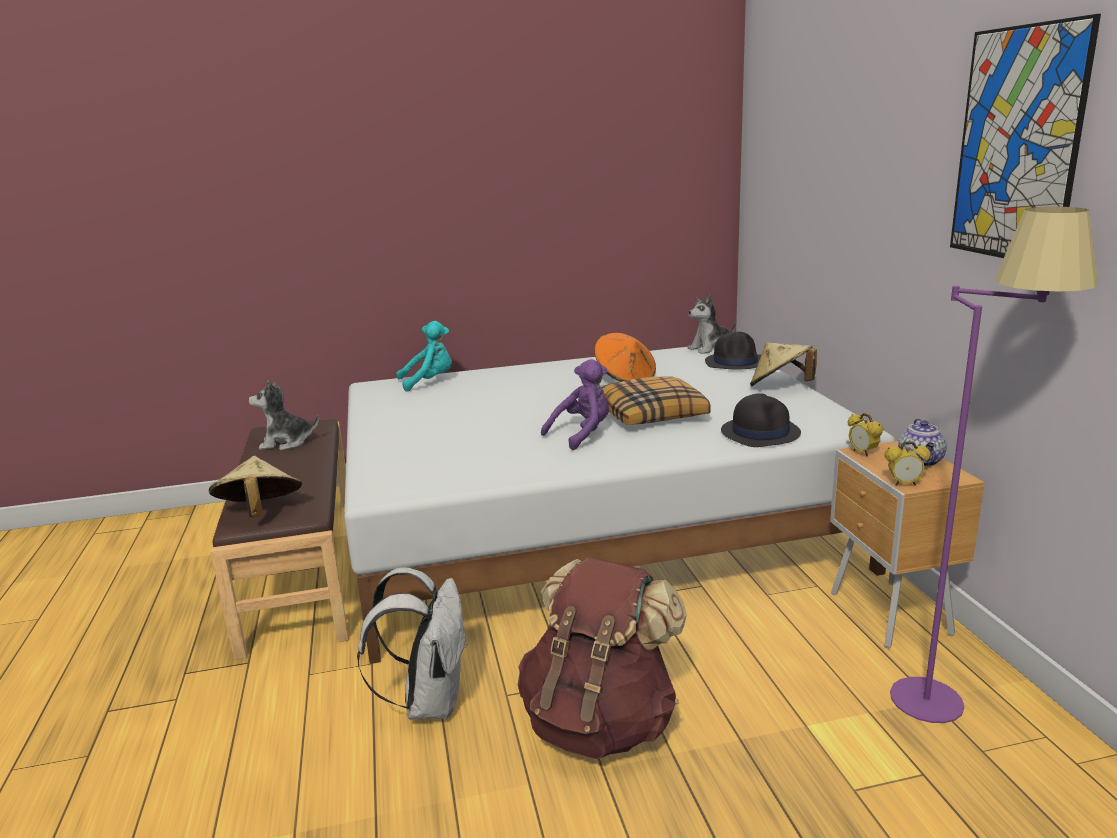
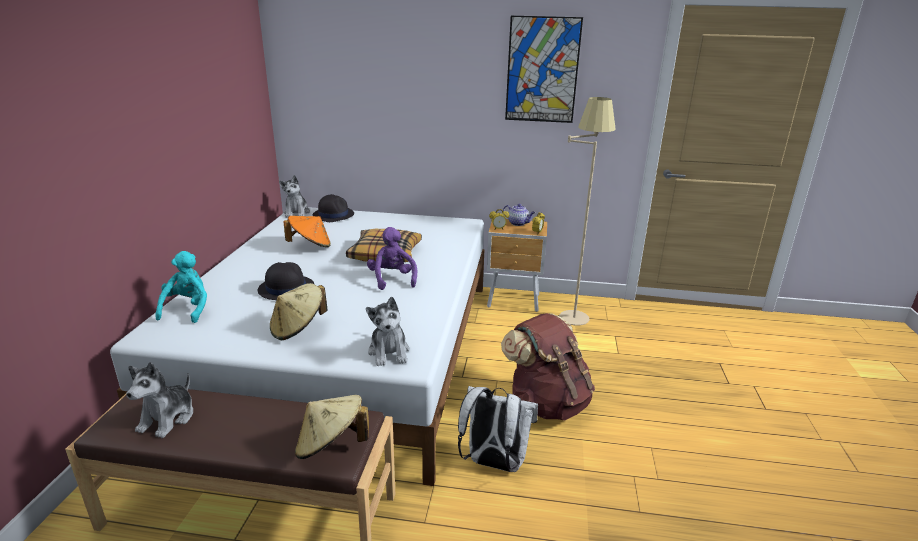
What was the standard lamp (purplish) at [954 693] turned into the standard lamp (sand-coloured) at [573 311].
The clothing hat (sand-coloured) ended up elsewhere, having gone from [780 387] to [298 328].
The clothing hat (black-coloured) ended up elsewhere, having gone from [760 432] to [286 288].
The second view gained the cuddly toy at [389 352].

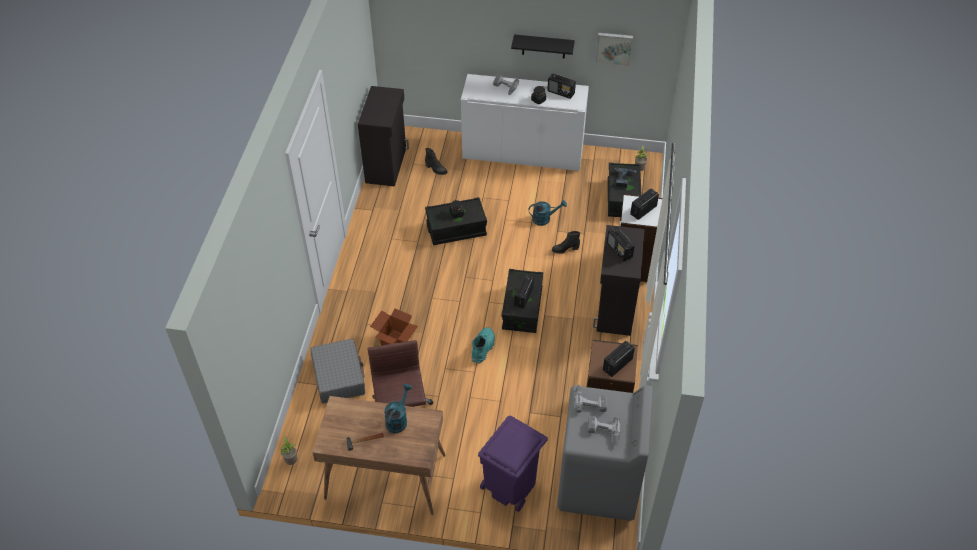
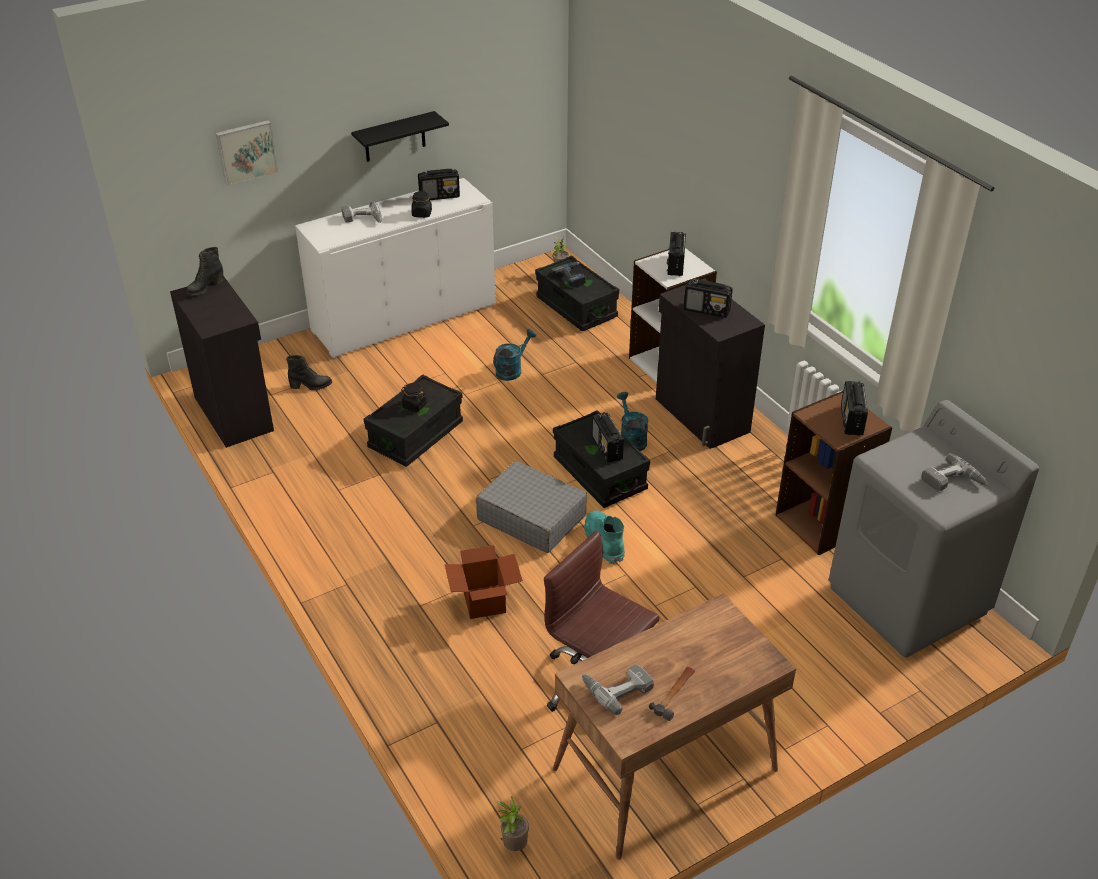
The wall picture ended up elsewhere, having gone from [614 48] to [246 151].
The boot (black-coloured) ended up elsewhere, having gone from [565 249] to [205 288].
The suitcase (gray) ended up elsewhere, having gone from [339 376] to [531 517].
The sprinkling can (blue-green) ended up elsewhere, having gone from [398 419] to [631 439].
The power drill ended up elsewhere, having gone from [590 400] to [616 687].
The second view lost the rubbish bin (purplish) at [510 486].

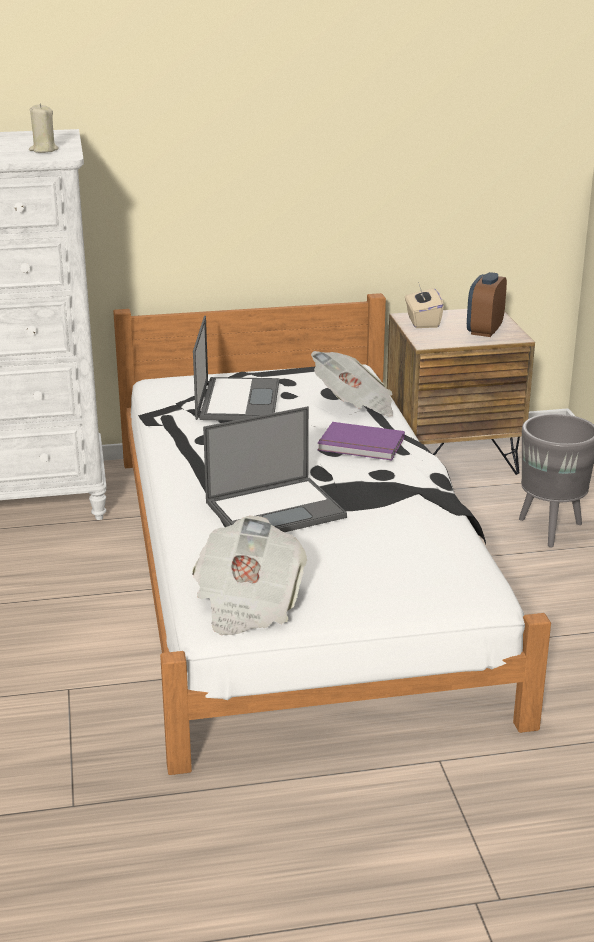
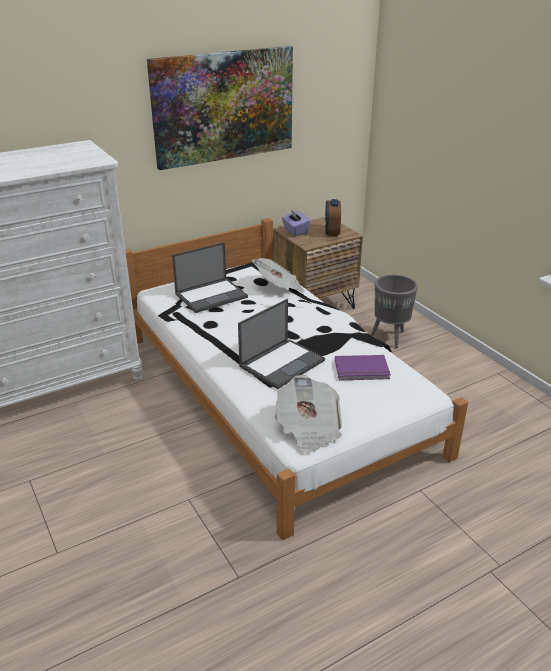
The second view lost the wax light (sand-coloured) at [43 150].
What was the tissue box (sand-coloured) at [422 321] turned into the tissue box (purplish) at [295 231].
The notebook computer at [237 400] ended up facing another way, 75 degrees clockwise from before.
The bound book (purplish) ended up elsewhere, having gone from [361 445] to [362 370].
The second view gained the wall picture at [224 106].

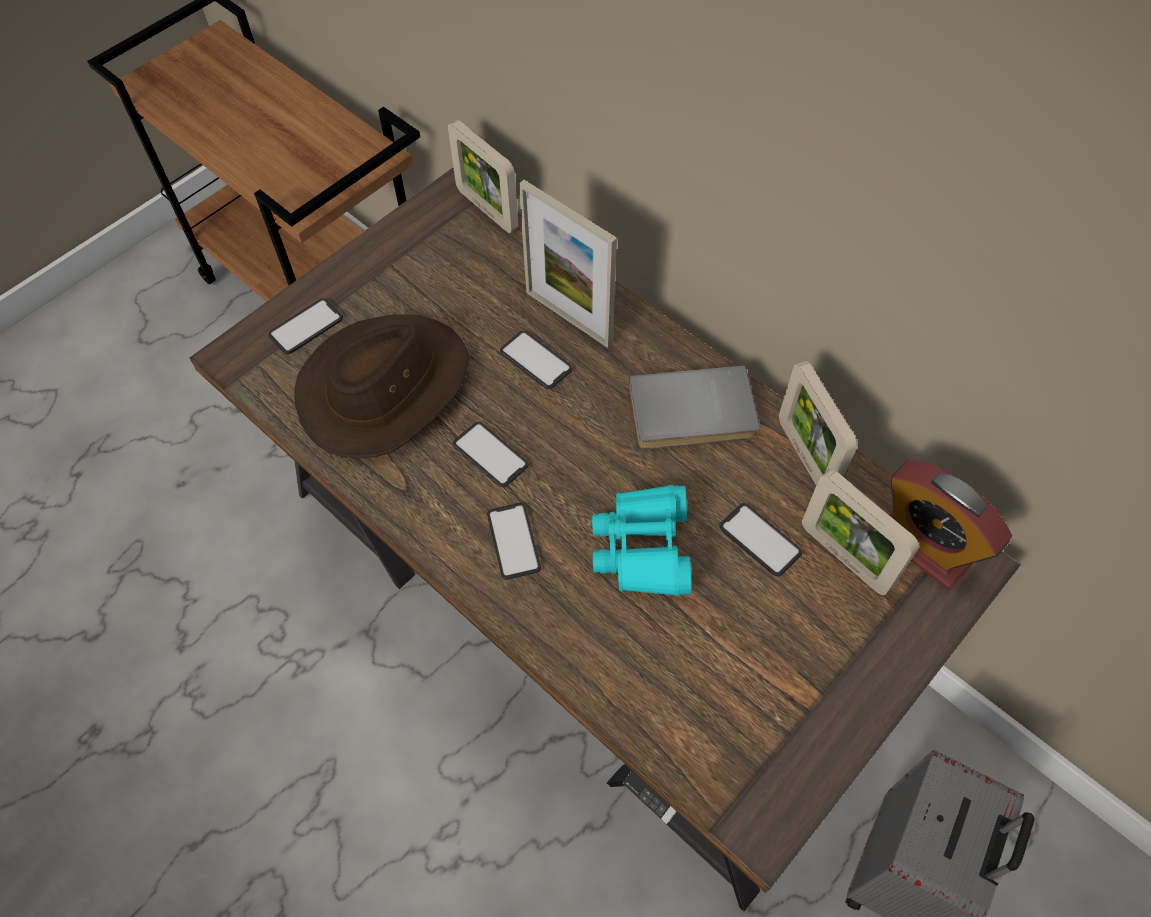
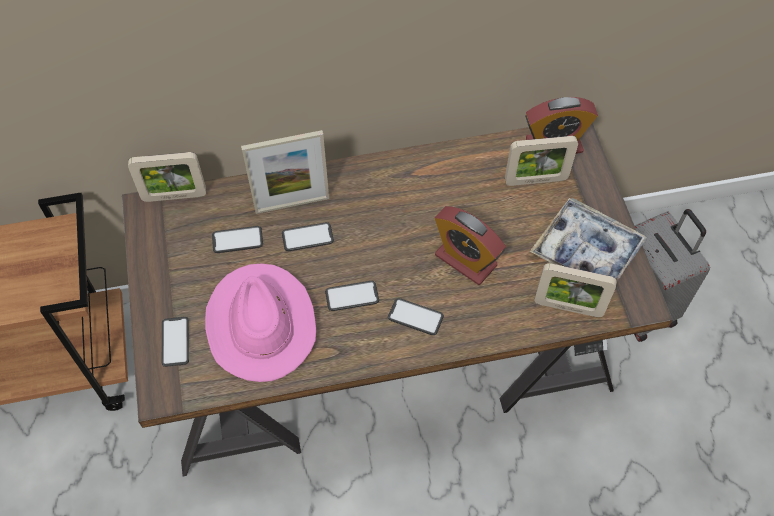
What was the clothing hat (brown-coloured) at [385 388] turned into the clothing hat (pinkish) at [260 323].
The picture frame ended up elsewhere, having gone from [805 457] to [568 307].
The second view lost the bound book (gray) at [693 414].
Where the binoculars (blue-green) stood at [643 548], the table clock came to stand at [465 260].
The phone ended up elsewhere, having gone from [760 540] to [237 240].
The second view gained the carrying tray at [586 251].

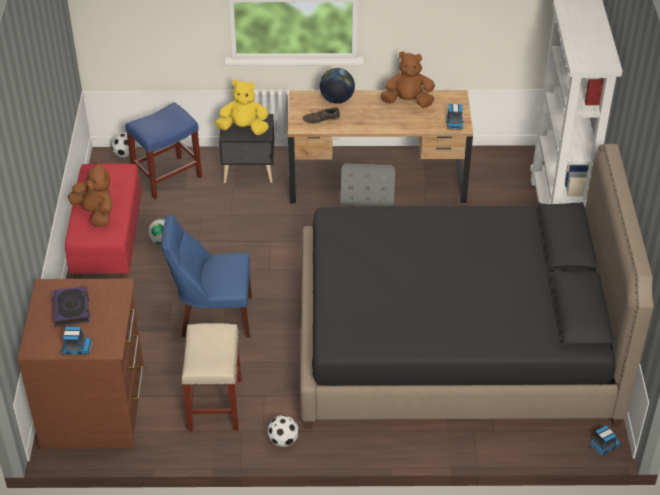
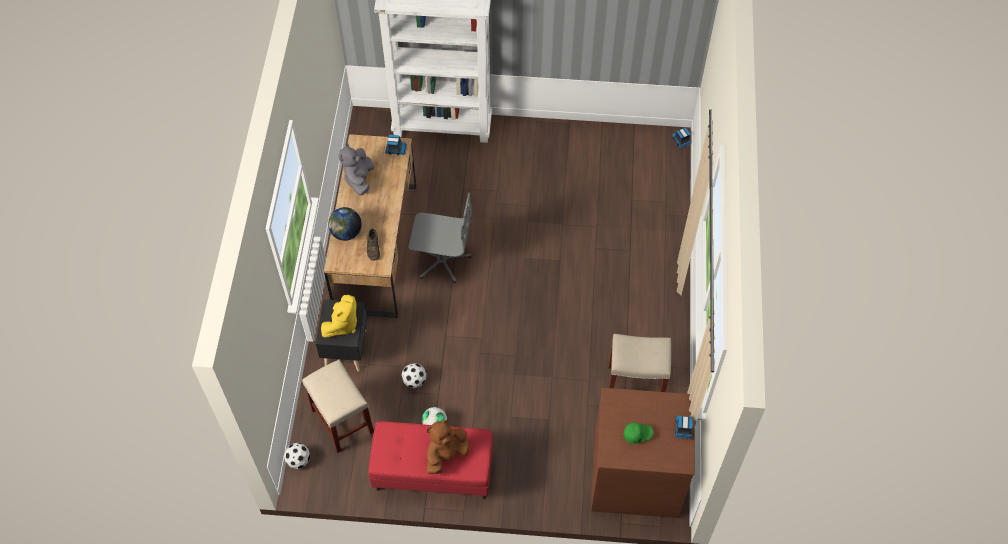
What was the cuddly toy (brown-coloured) at [408 102] turned into the cuddly toy (gray) at [359 179].
The cuddly toy (yellow) at [244 129] ended up facing another way, 150 degrees counterclockwise from before.
What was the sitting stool (blue) at [168 177] turned into the sitting stool (sand-coloured) at [341 420].
The second view lost the bedroom bed (black-coloured) at [454 344].
The second view lost the chair (blue) at [212 316].
Where the bound book stood at [72 309], the baseball cap (green-coloured) came to stand at [637 434].
The football ended up elsewhere, having gone from [283 440] to [414 381].

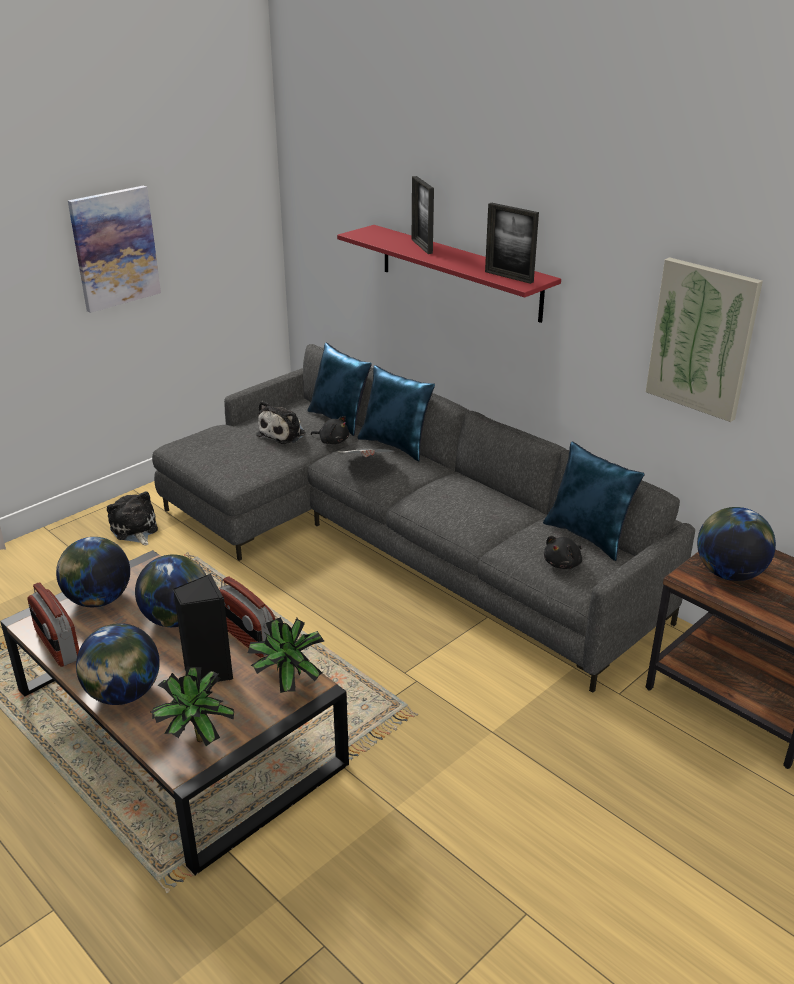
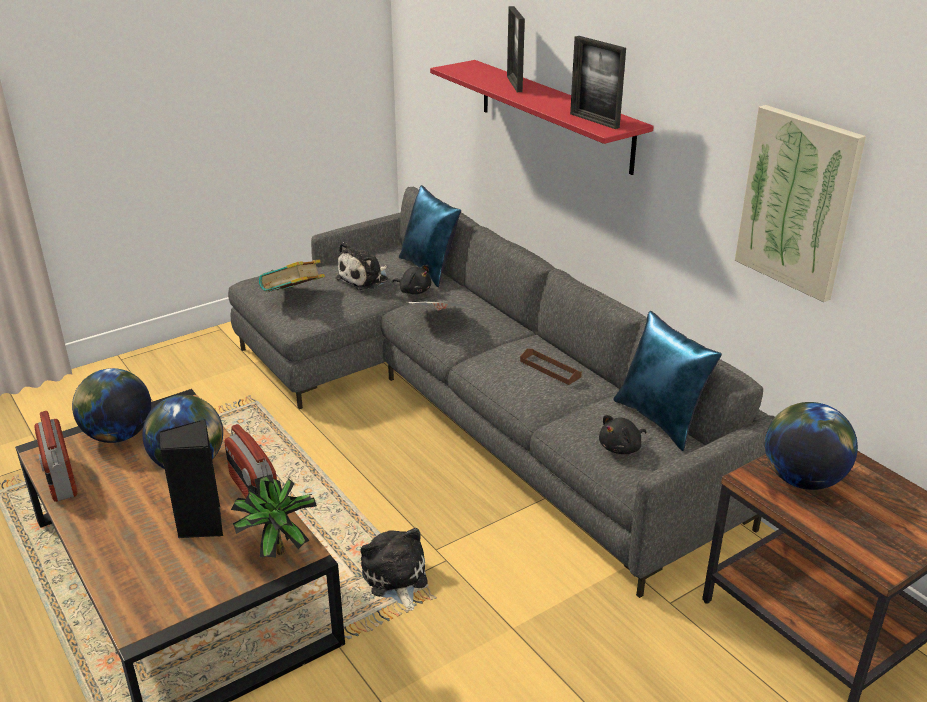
The second view lost the wall picture at [115 248].
The second view lost the pillow (blue) at [396 445].
The cuddly toy ended up elsewhere, having gone from [134 530] to [395 579].
The second view lost the world globe at [123 694].
The second view lost the potted plant at [194 740].
The second view gained the bound book at [293 297].
The second view gained the carrying tray (brown-coloured) at [550 369].

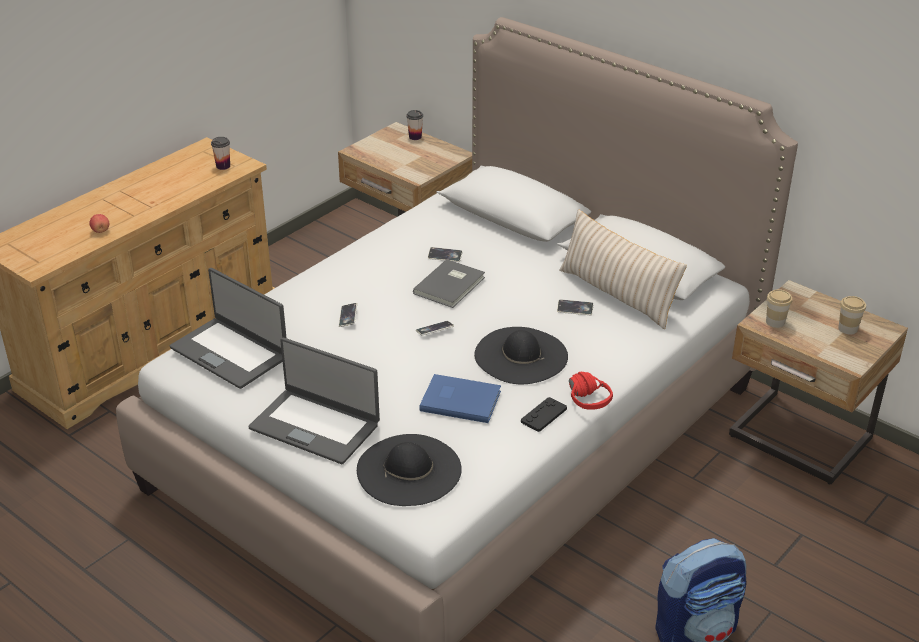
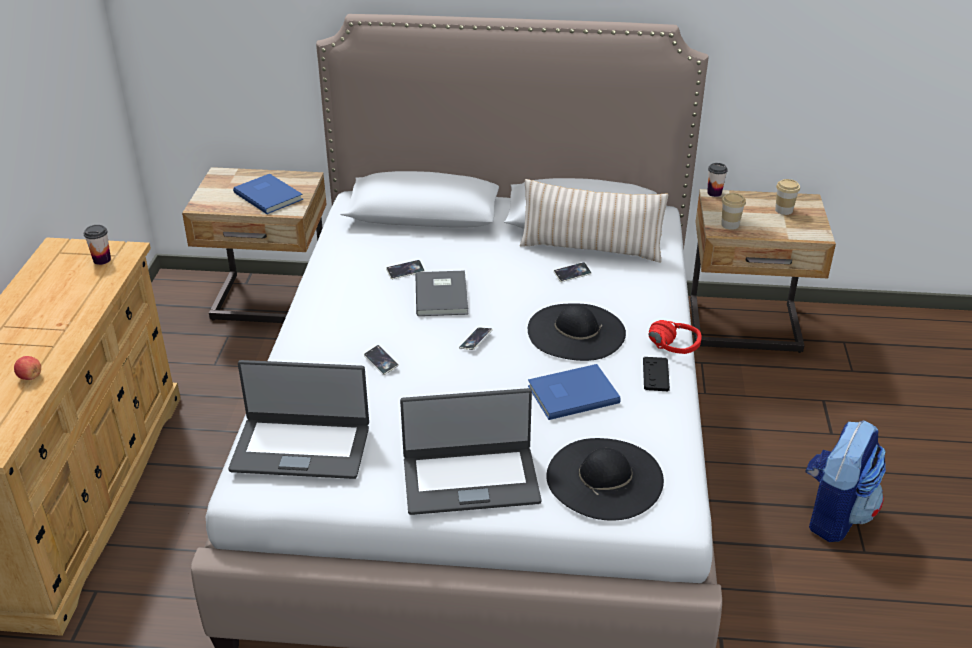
The drinking cup ended up elsewhere, having gone from [415 137] to [714 193].
The second view gained the bound book (blue) at [269 195].

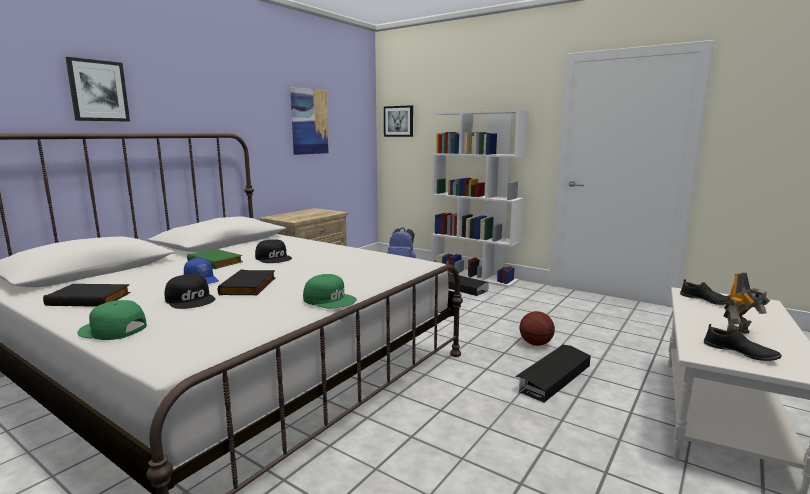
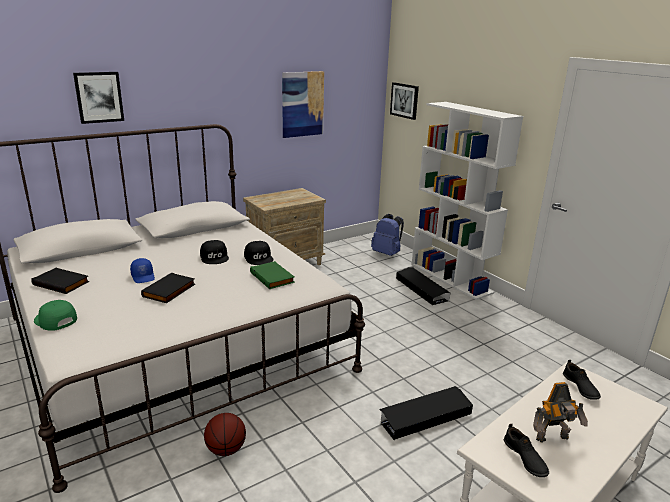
The bound book (green-coloured) ended up elsewhere, having gone from [216 261] to [273 277].
The baseball cap (black-coloured) ended up elsewhere, having gone from [191 299] to [259 258].
The second view lost the baseball cap (green-coloured) at [330 299].
The basketball ended up elsewhere, having gone from [535 344] to [226 450].

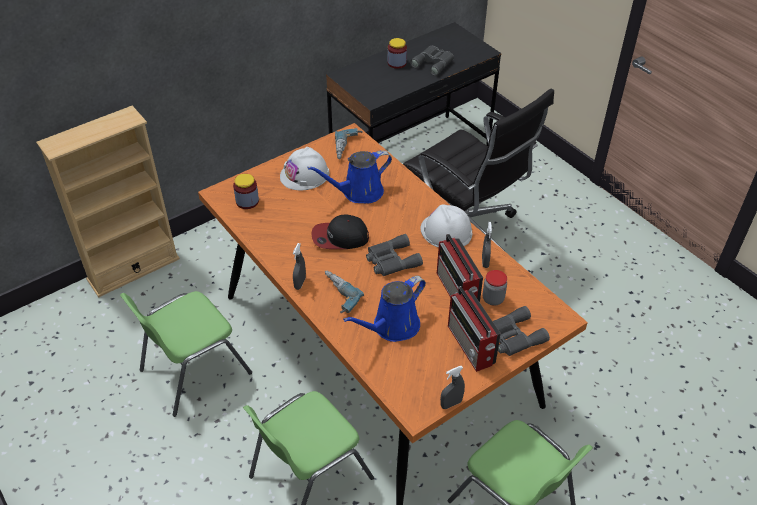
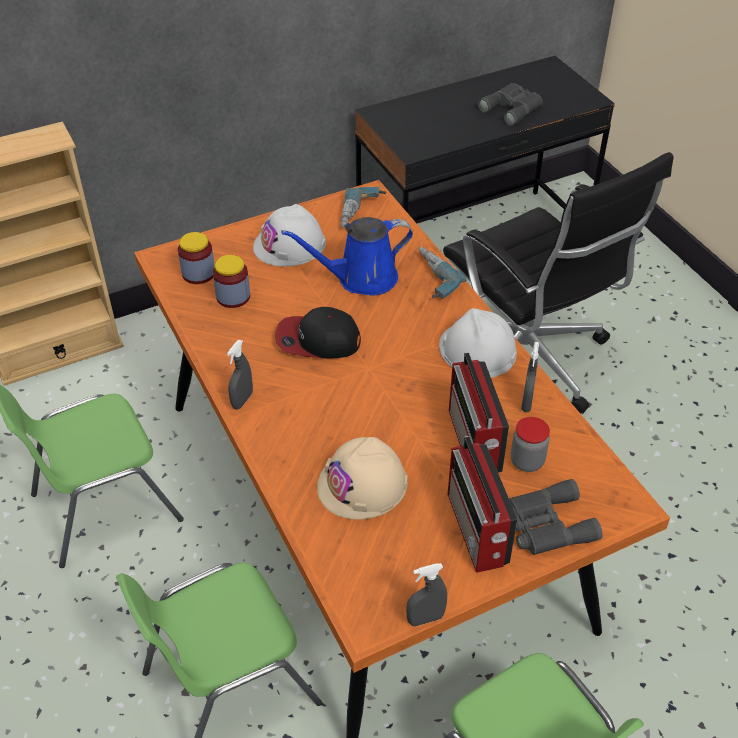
The preserve jar ended up elsewhere, having gone from [396 63] to [233 297].
The second view lost the binoculars (gray) at [391 260].
The power drill ended up elsewhere, having gone from [336 295] to [430 278].
Where the sprinkling can (blue) stood at [392 327], the work helmet (sand-coloured) came to stand at [363 484].

